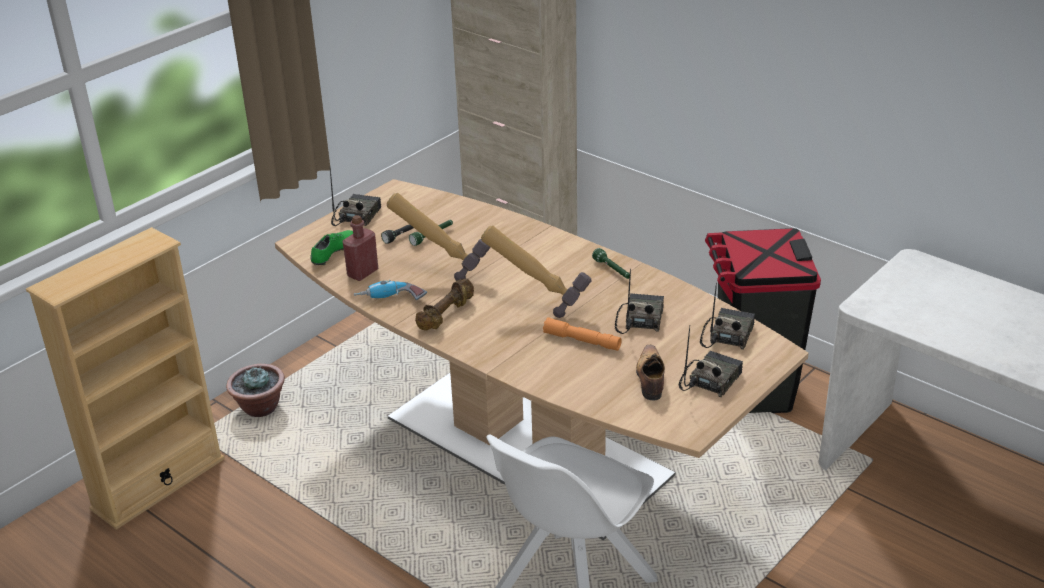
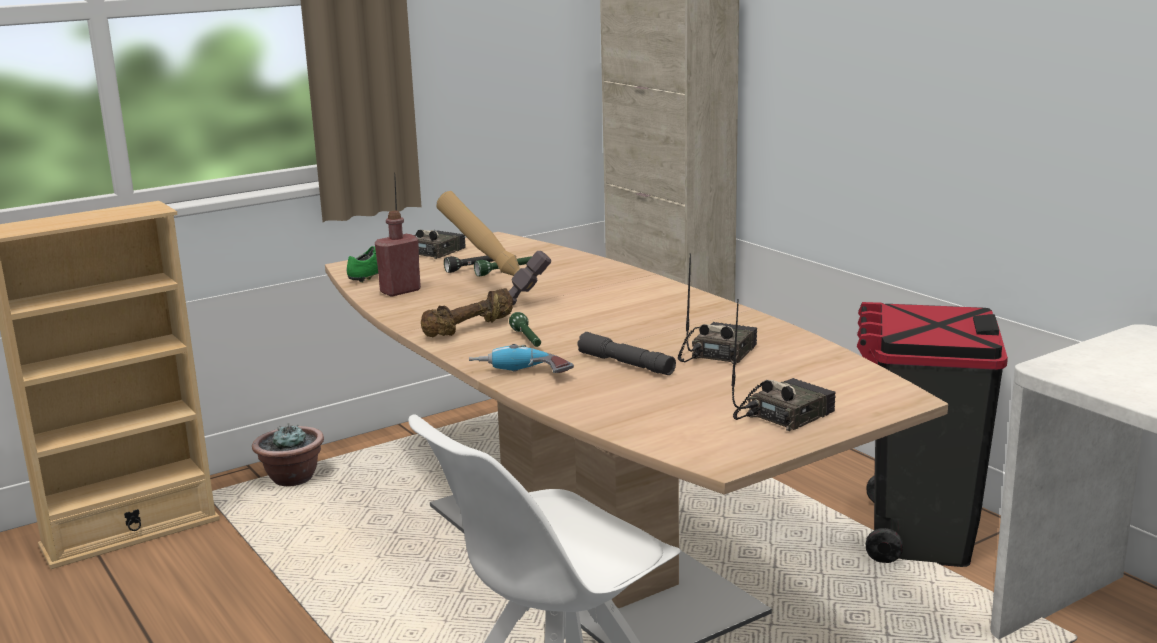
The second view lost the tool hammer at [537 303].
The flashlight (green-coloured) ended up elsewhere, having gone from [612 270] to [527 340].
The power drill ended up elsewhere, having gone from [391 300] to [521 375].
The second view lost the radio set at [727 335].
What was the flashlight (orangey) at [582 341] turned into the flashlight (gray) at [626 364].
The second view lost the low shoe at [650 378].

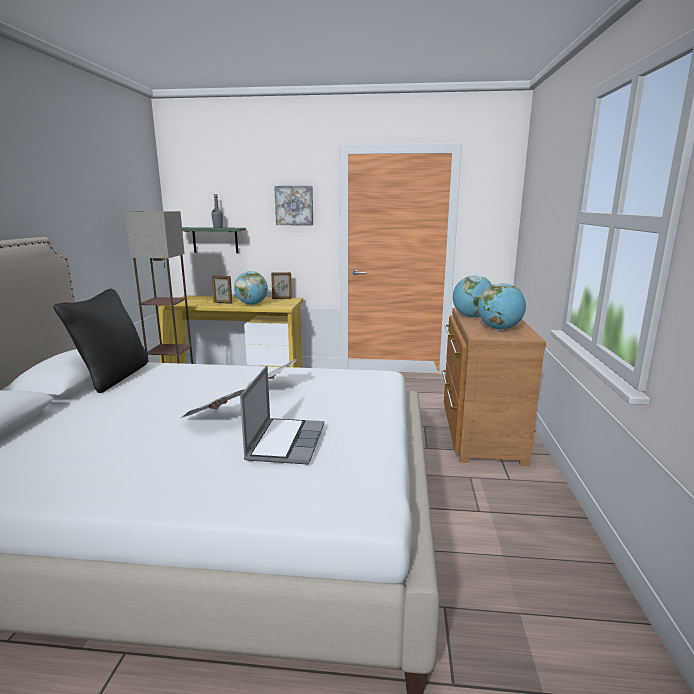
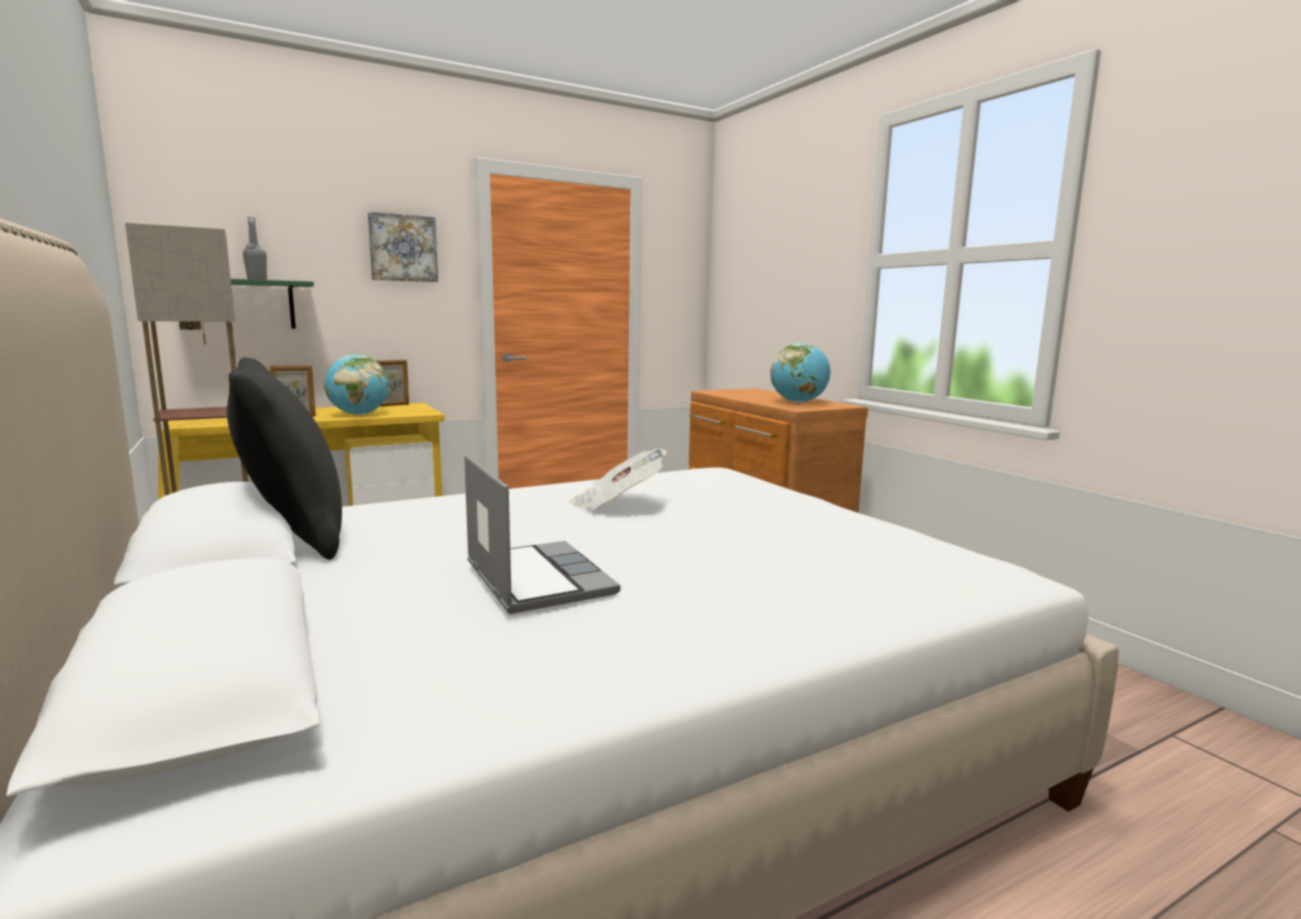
The second view lost the world globe at [472 317].
The notebook computer ended up elsewhere, having gone from [285 442] to [535 579].
The second view lost the newspaper at [215 420].

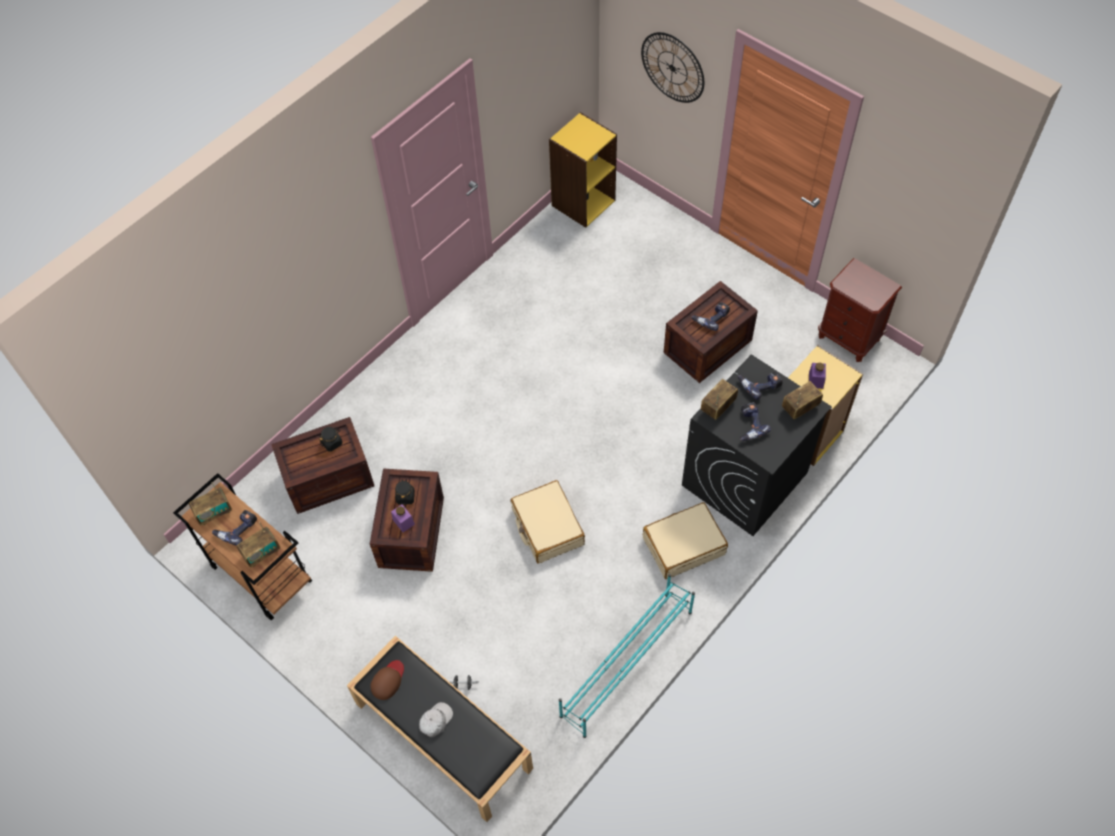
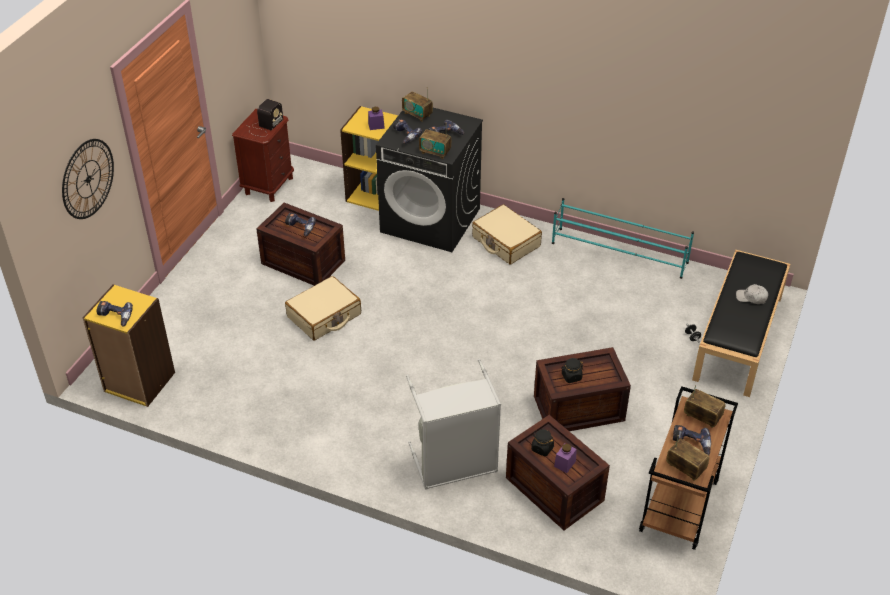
The suitcase (sand-coloured) ended up elsewhere, having gone from [547 527] to [324 316].
The preserve jar (purplish) ended up elsewhere, having gone from [403 522] to [565 464].
The second view lost the baseball cap (brown-coloured) at [388 680].
The second view gained the radio set at [265 126].
The second view gained the power drill at [115 317].
The second view gained the hamper (gray) at [455 465].

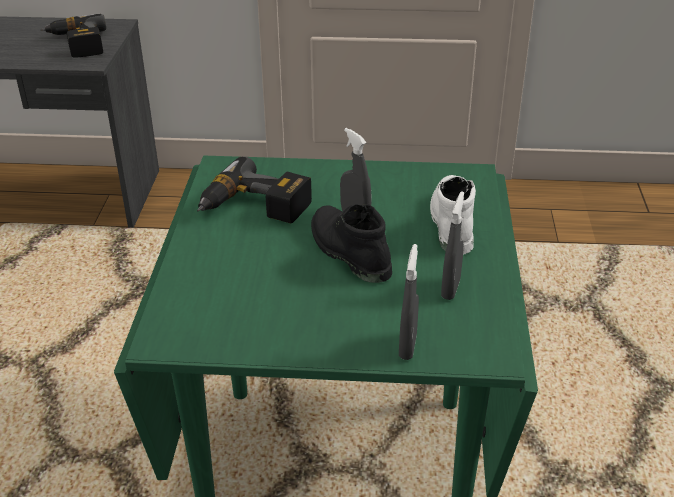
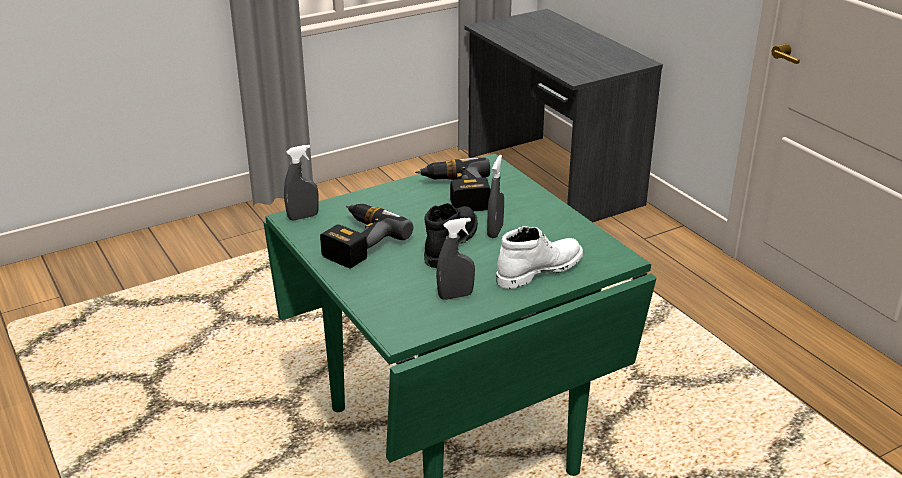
The power drill ended up elsewhere, having gone from [76 44] to [357 242].
The spray bottle (gray) ended up elsewhere, having gone from [407 346] to [303 217].

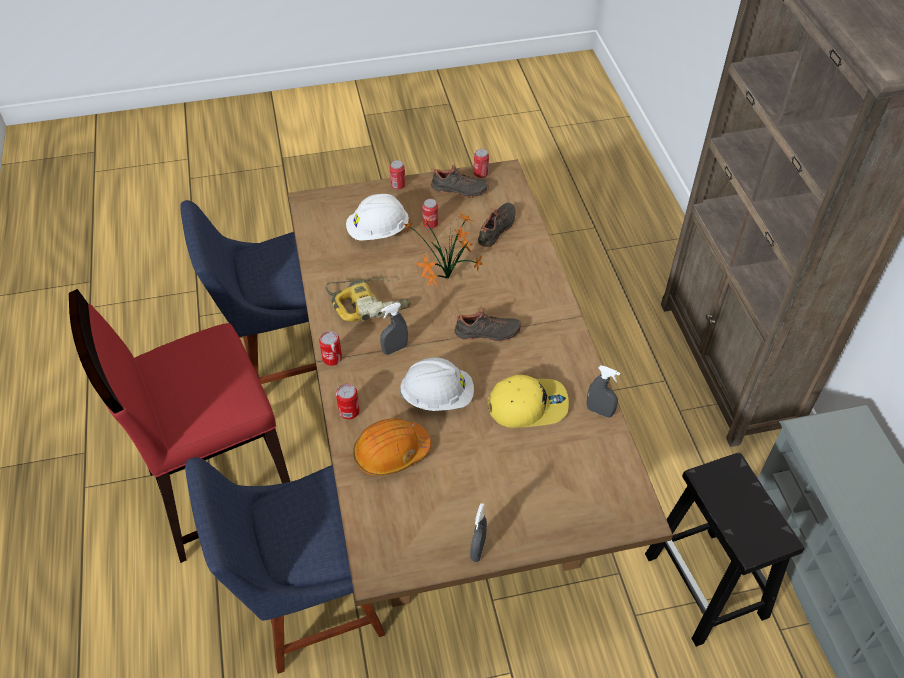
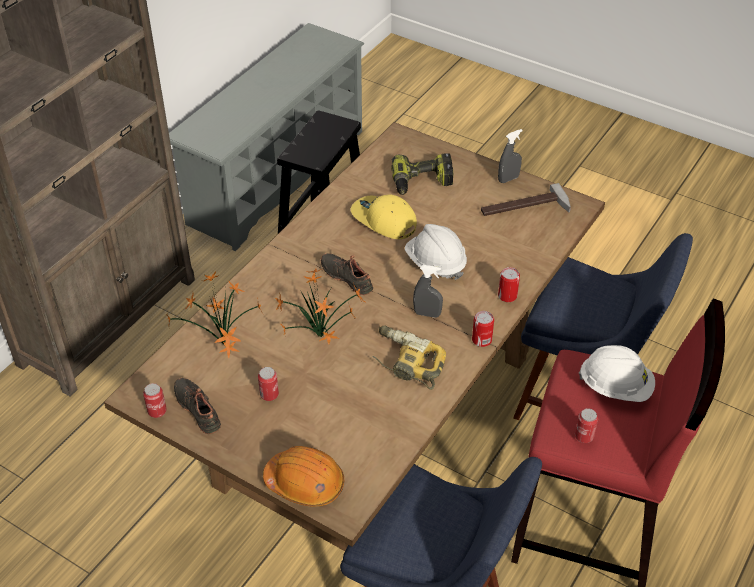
The can ended up elsewhere, having gone from [398 185] to [584 436].
The work helmet (whitish) ended up elsewhere, having gone from [378 232] to [615 387].
Where the low shoe (black-coloured) stood at [498 229], the potted plant came to stand at [224 347].
The second view lost the spray bottle (gray) at [599 411].
The work helmet (orangey) ended up elsewhere, having gone from [391 453] to [305 483].
The second view gained the power drill at [422 182].
The second view gained the tool hammer at [525 208].

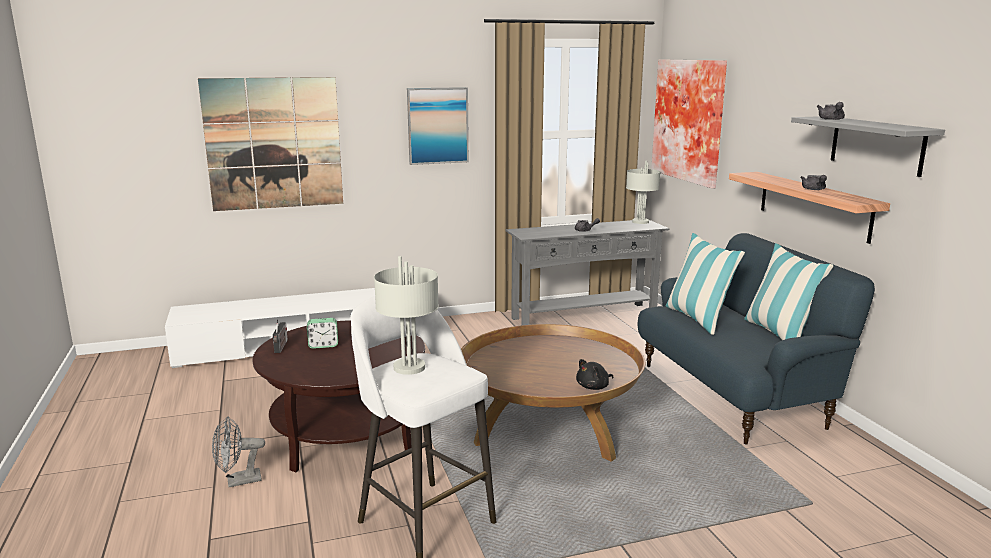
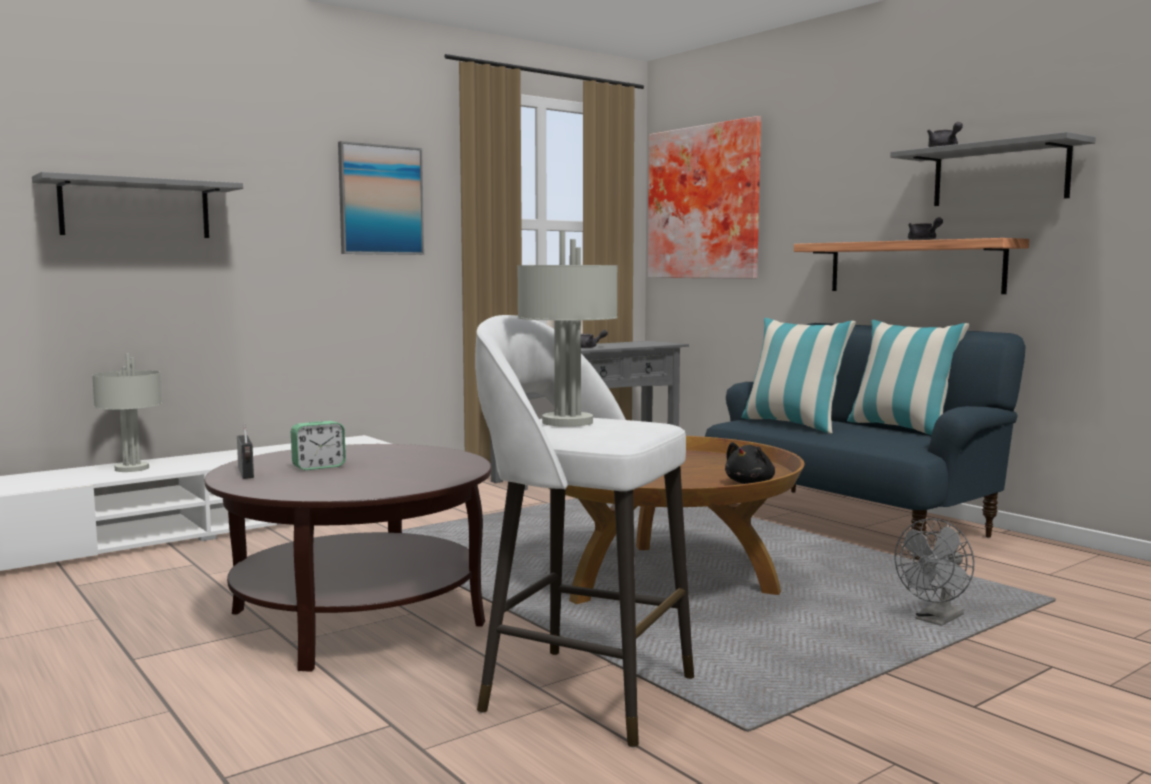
Where the wall picture hung at [274 143], the bracket shelf (gray) came to hang at [135 209].
The tabletop lamp (gray) ended up elsewhere, having gone from [640 222] to [131 468].
The electric fan (gray) ended up elsewhere, having gone from [238 481] to [935 621].

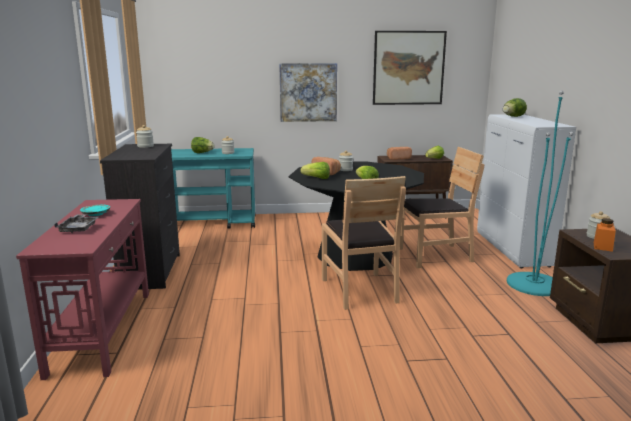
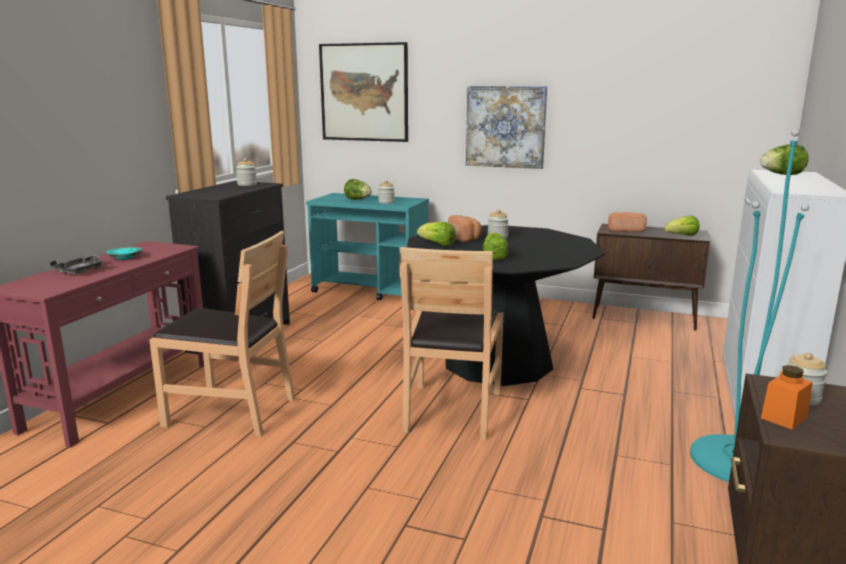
The wall picture ended up elsewhere, having gone from [408 68] to [364 92].
The chair (brown-coloured) ended up elsewhere, having gone from [434 255] to [231 411].

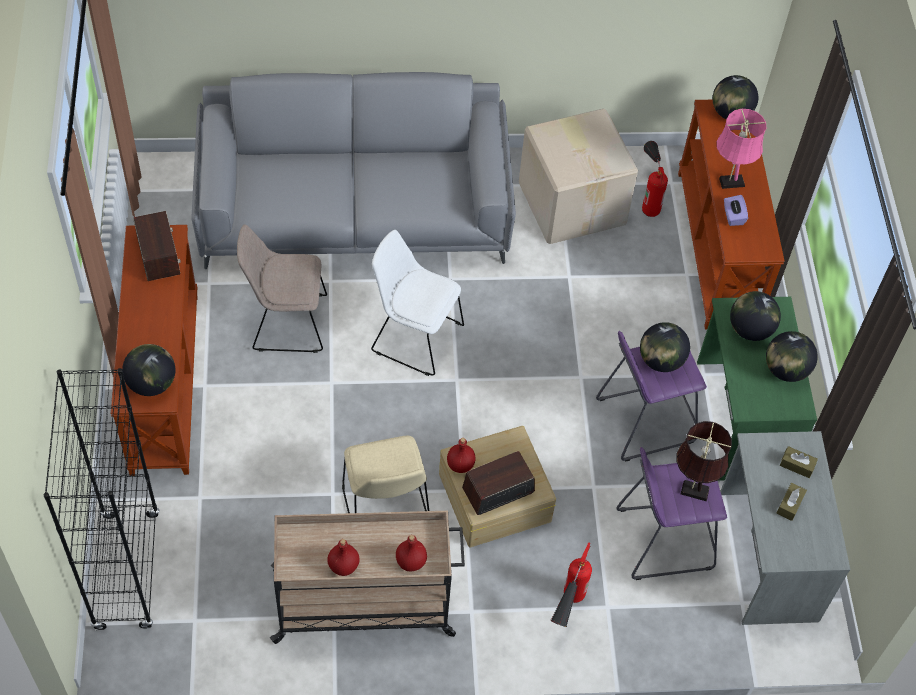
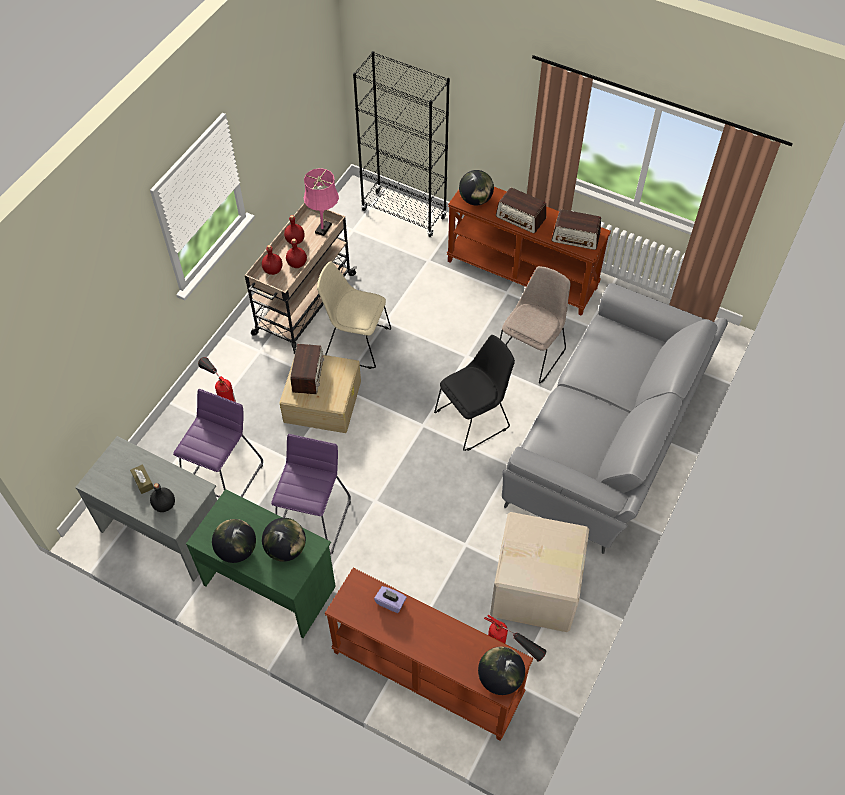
The tabletop lamp (pinkish) ended up elsewhere, having gone from [729 182] to [324 227].
What was the chair (whitish) at [414 336] turned into the chair (black-coloured) at [474 418].
The second view lost the world globe at [661 360].
The second view lost the tabletop lamp (brown-coloured) at [692 490].
The bottle (red) ended up elsewhere, having gone from [460 464] to [297 264].
Where the tissue box (brown-coloured) stood at [797 465], the bottle (black-coloured) came to stand at [164 505].
The second view gained the radio set at [520 218].

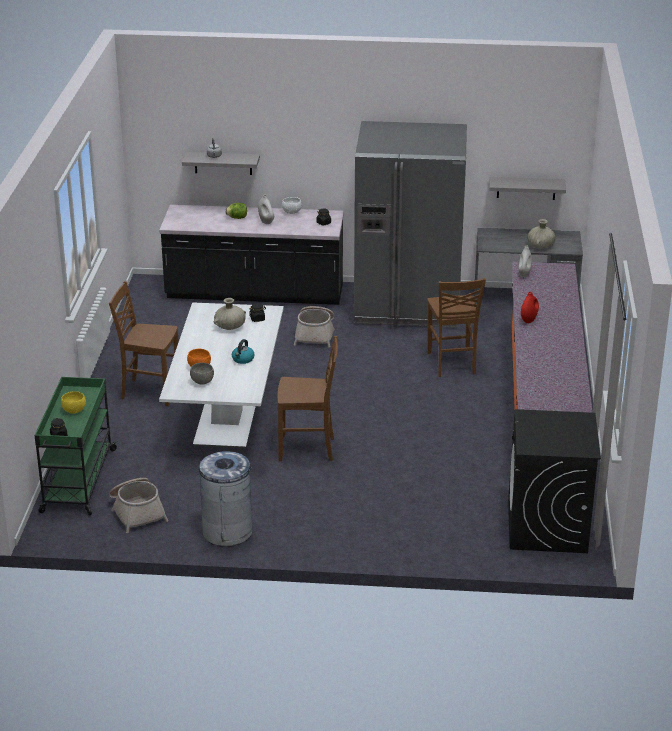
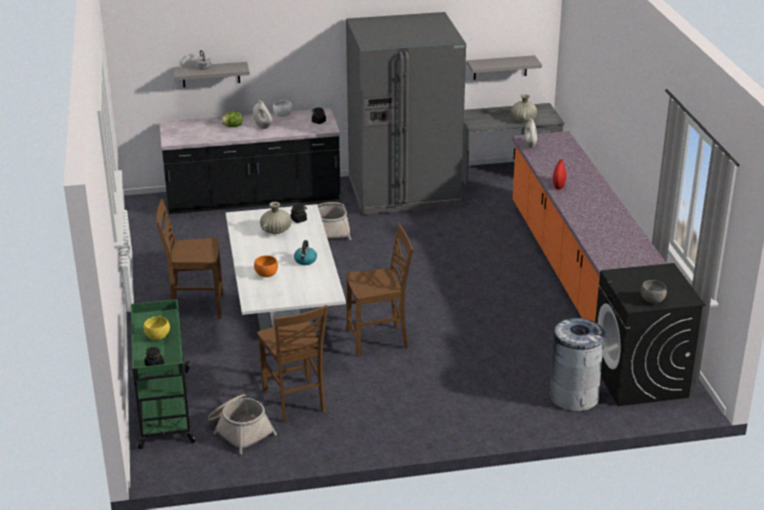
The chair (brown-coloured) ended up elsewhere, having gone from [452 364] to [295 402].
The bowl (gray) ended up elsewhere, having gone from [202 382] to [652 301].
The rubbish bin (gray) ended up elsewhere, having gone from [227 531] to [574 396].

